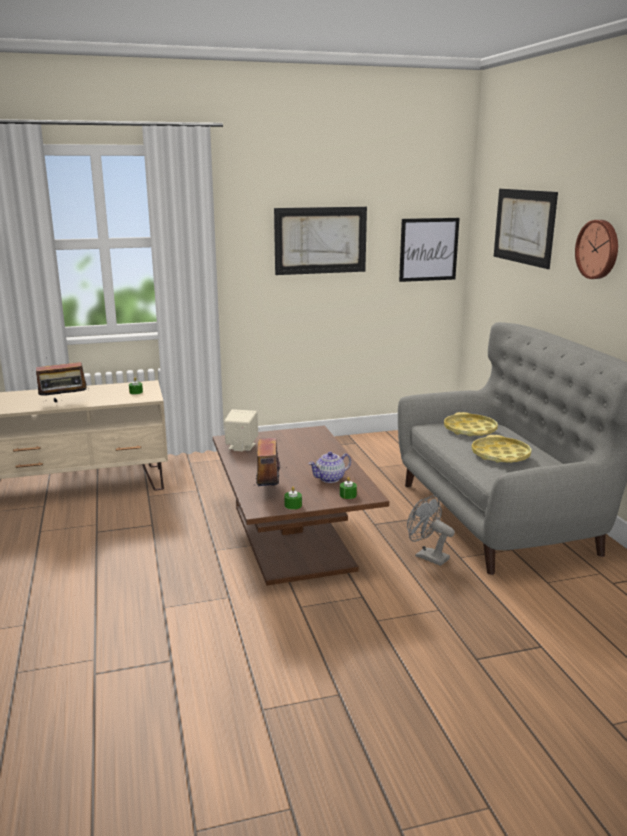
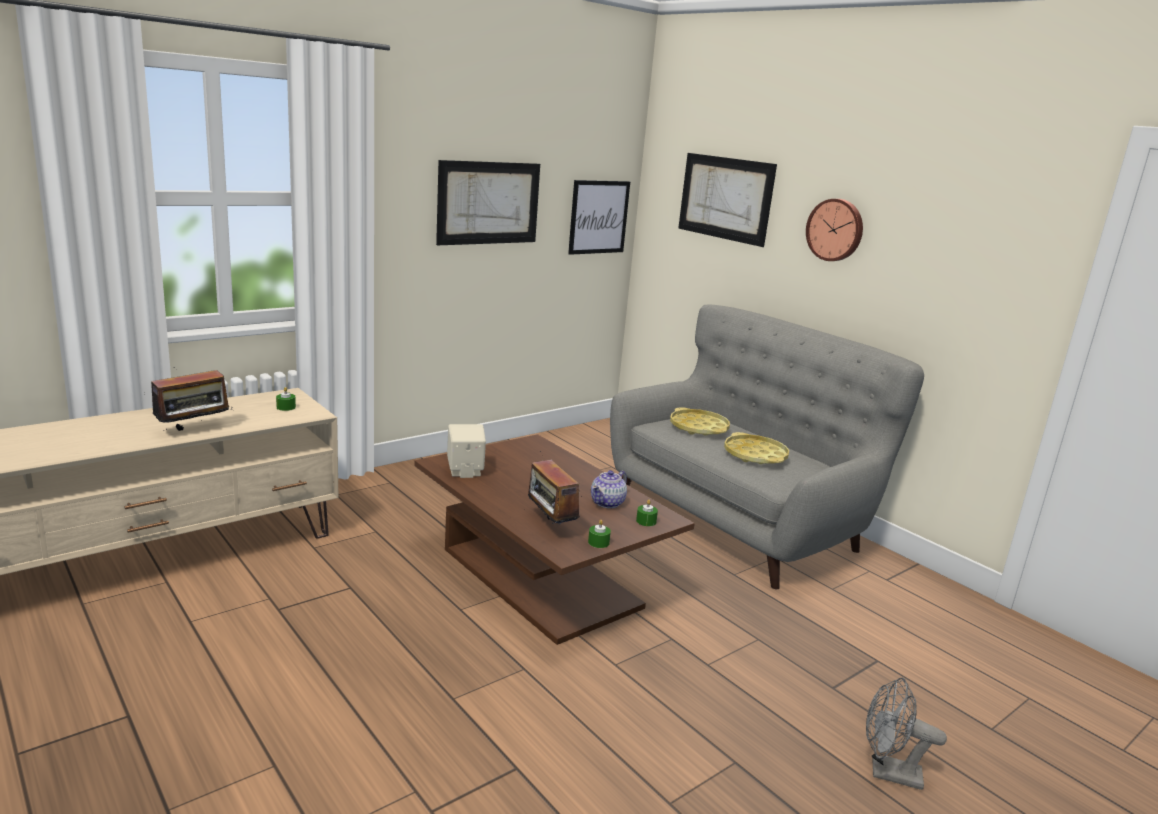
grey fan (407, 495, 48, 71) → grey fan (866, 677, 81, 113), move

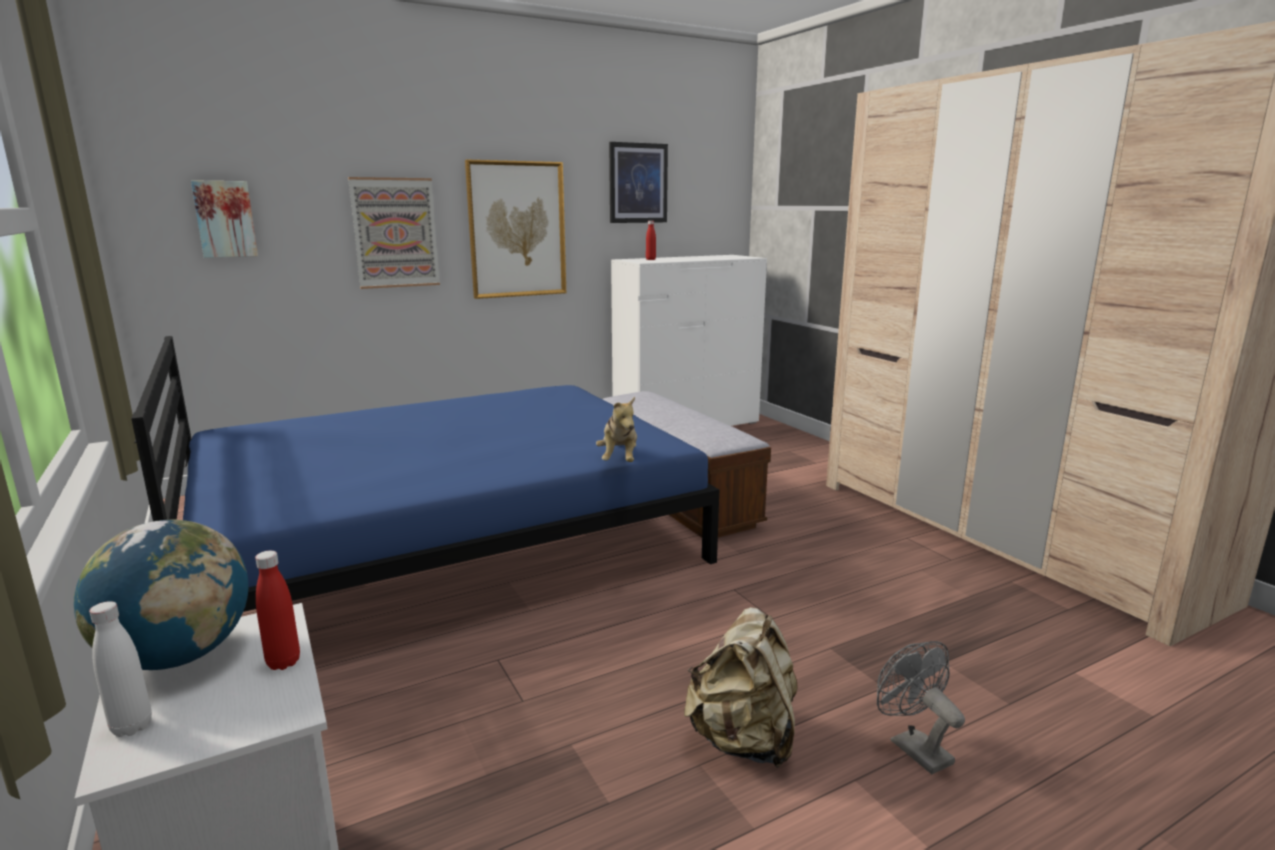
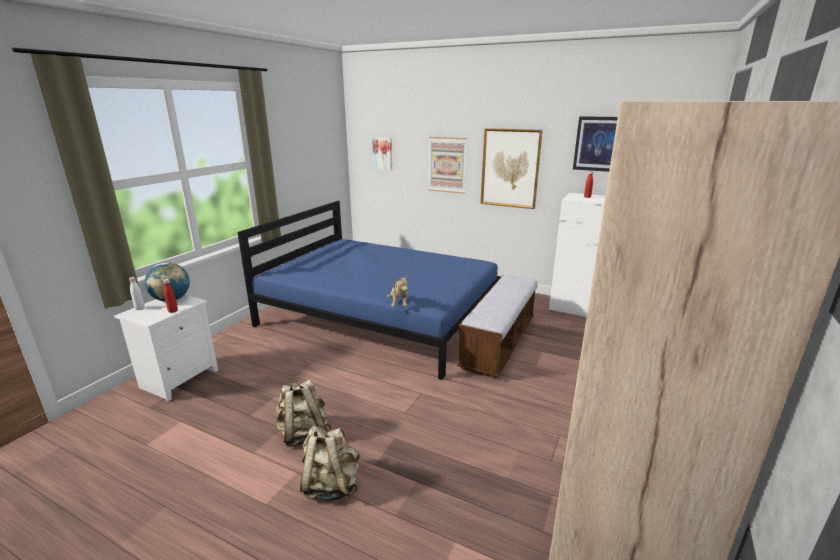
grey fan (877, 641, 88, 133) → beige backpack (300, 426, 60, 75)
plush toy (596, 397, 41, 65) → plush toy (387, 275, 21, 32), 60 degrees counterclockwise

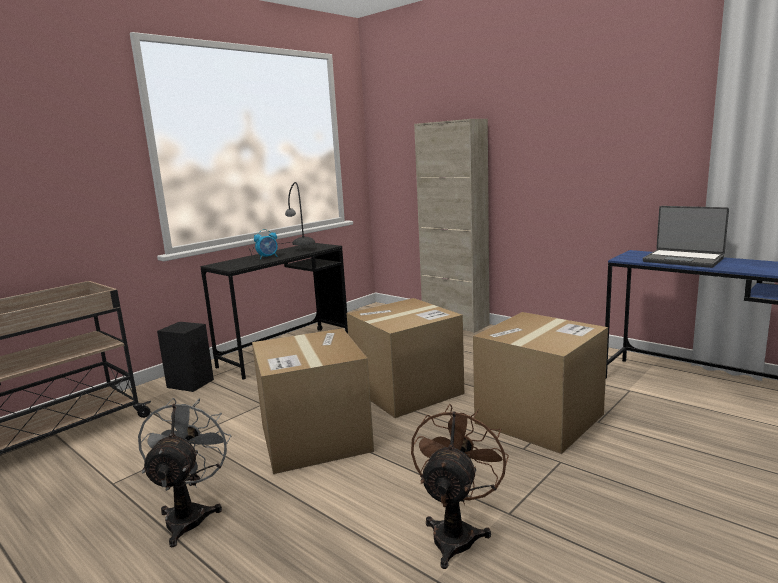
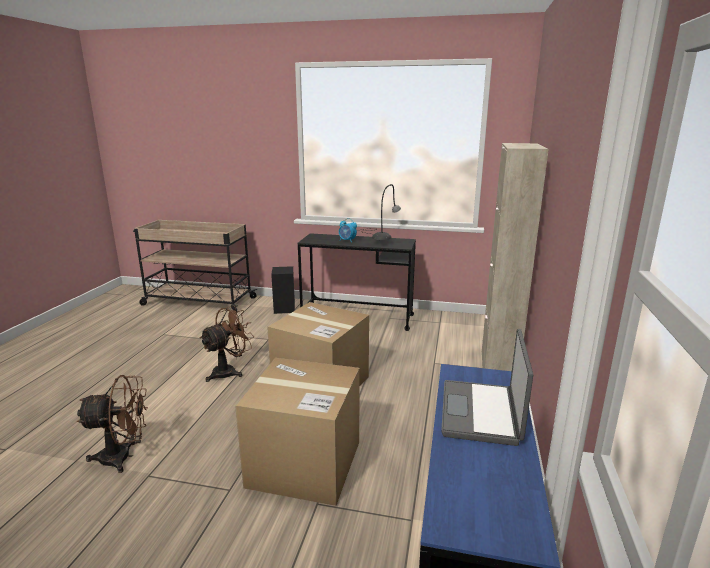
grey fan (138, 398, 93, 149) → -
cardboard box (252, 328, 122, 146) → brown fan (200, 305, 54, 77)

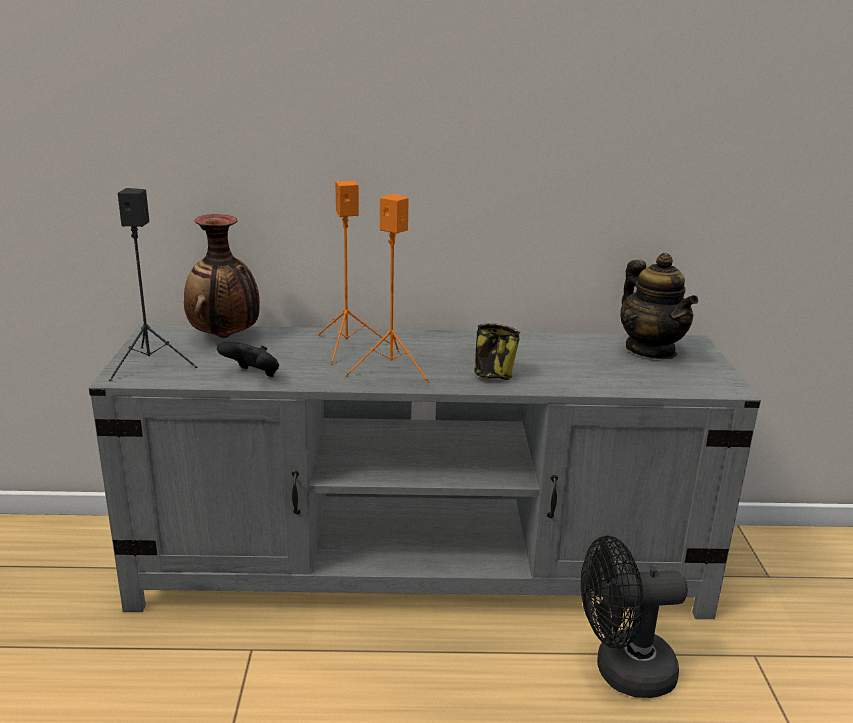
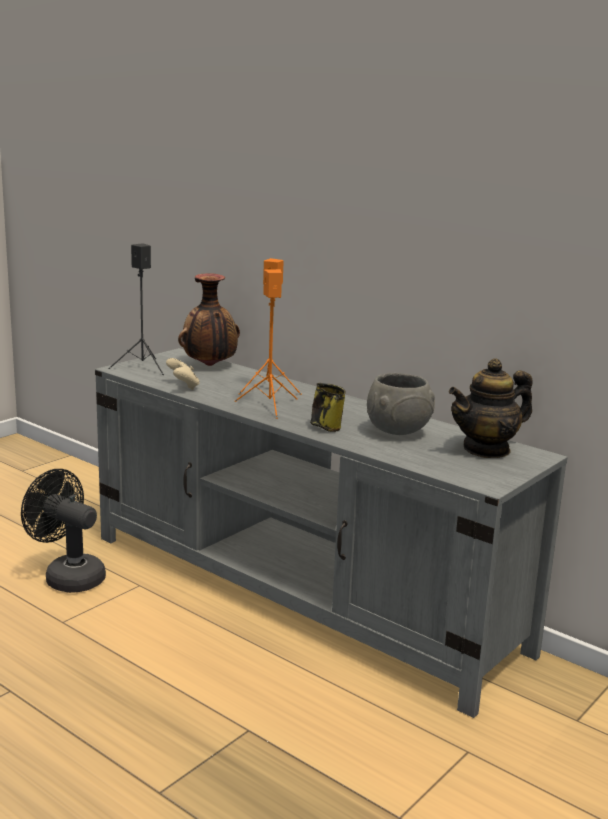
- → grey bowl (367, 373, 68, 62)
black fan (581, 535, 107, 163) → black fan (21, 469, 85, 124), move
black game controller (217, 341, 62, 36) → beige game controller (166, 358, 34, 32)
teapot (620, 253, 78, 106) → teapot (449, 358, 84, 100), 45 degrees clockwise

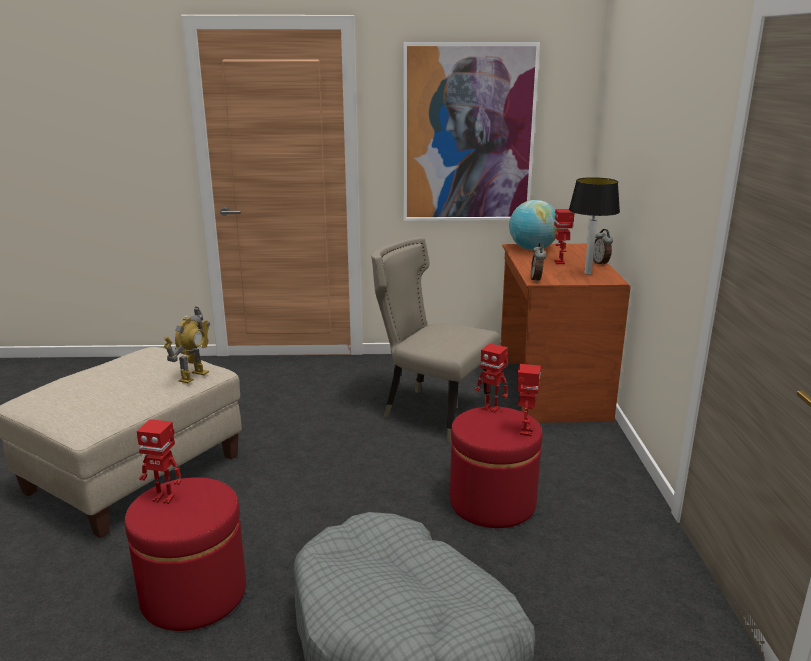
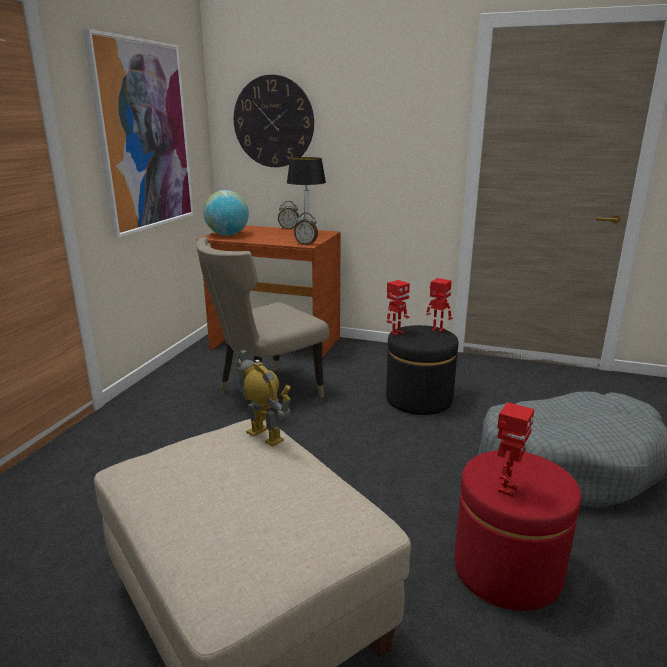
toy robot (554, 209, 20, 55) → -
- → wall clock (234, 74, 80, 93)
red ottoman (450, 406, 92, 122) → black ottoman (386, 325, 72, 90)

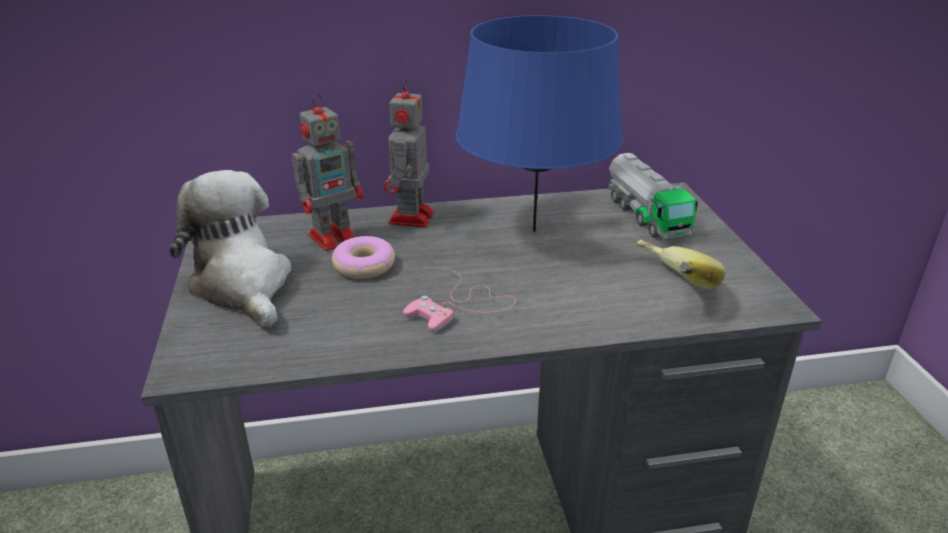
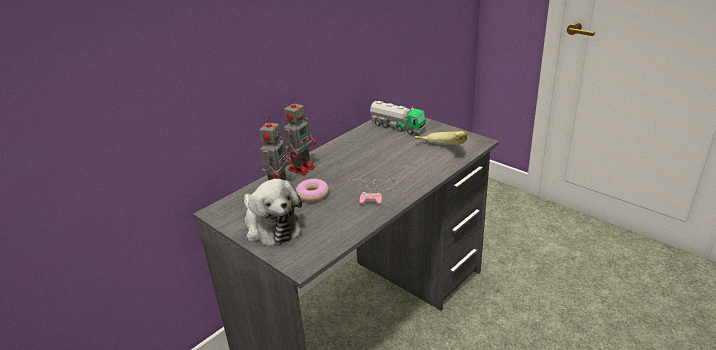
blue table lamp (456, 15, 167, 217) → -
plush toy (169, 170, 123, 158) → plush toy (244, 179, 58, 67), 150 degrees counterclockwise
toy robot (383, 78, 51, 150) → toy robot (284, 97, 32, 78), 120 degrees counterclockwise

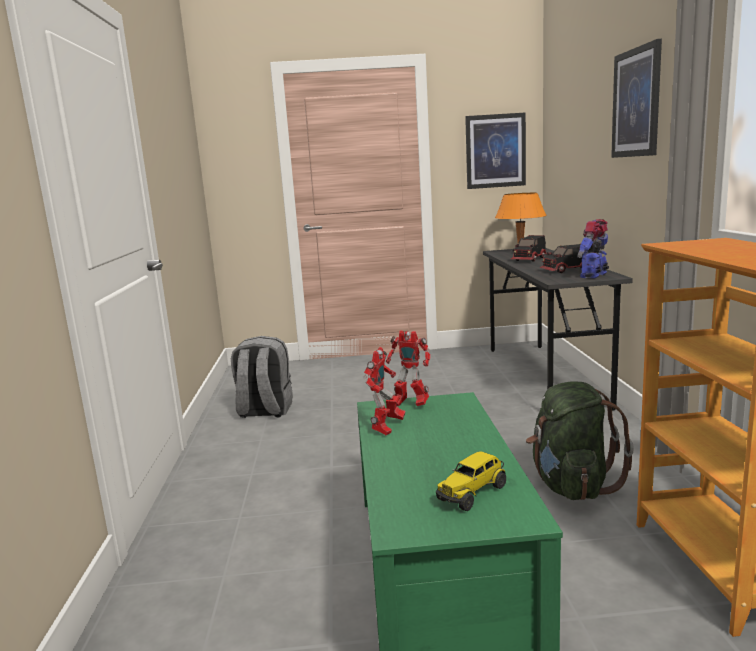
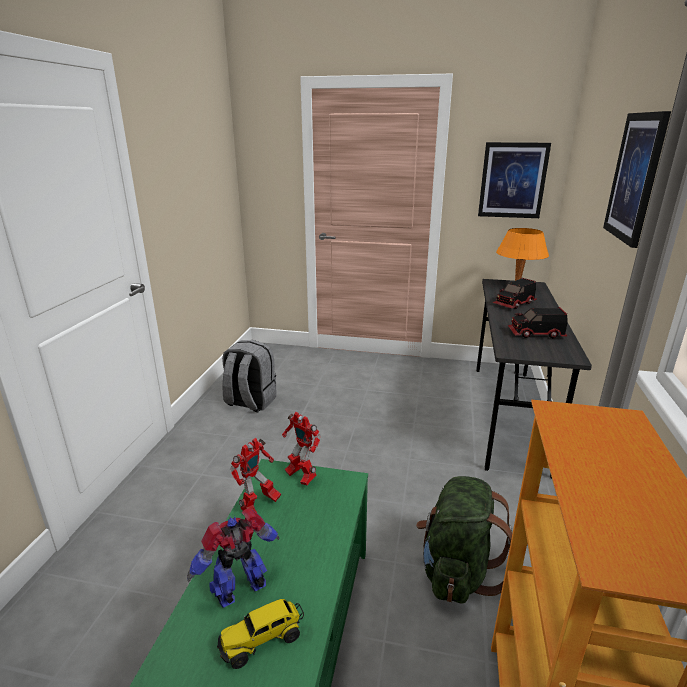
toy robot (577, 219, 32, 59) → toy robot (187, 509, 93, 99), move

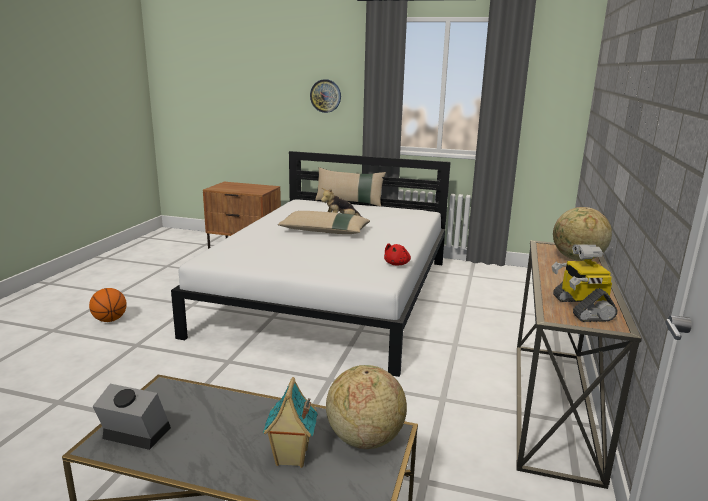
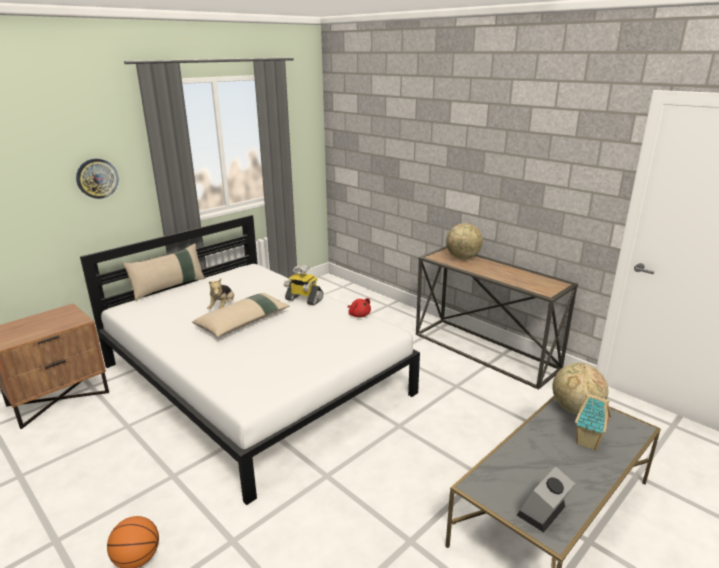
toy robot (552, 244, 65, 78) → toy robot (284, 264, 39, 41), move

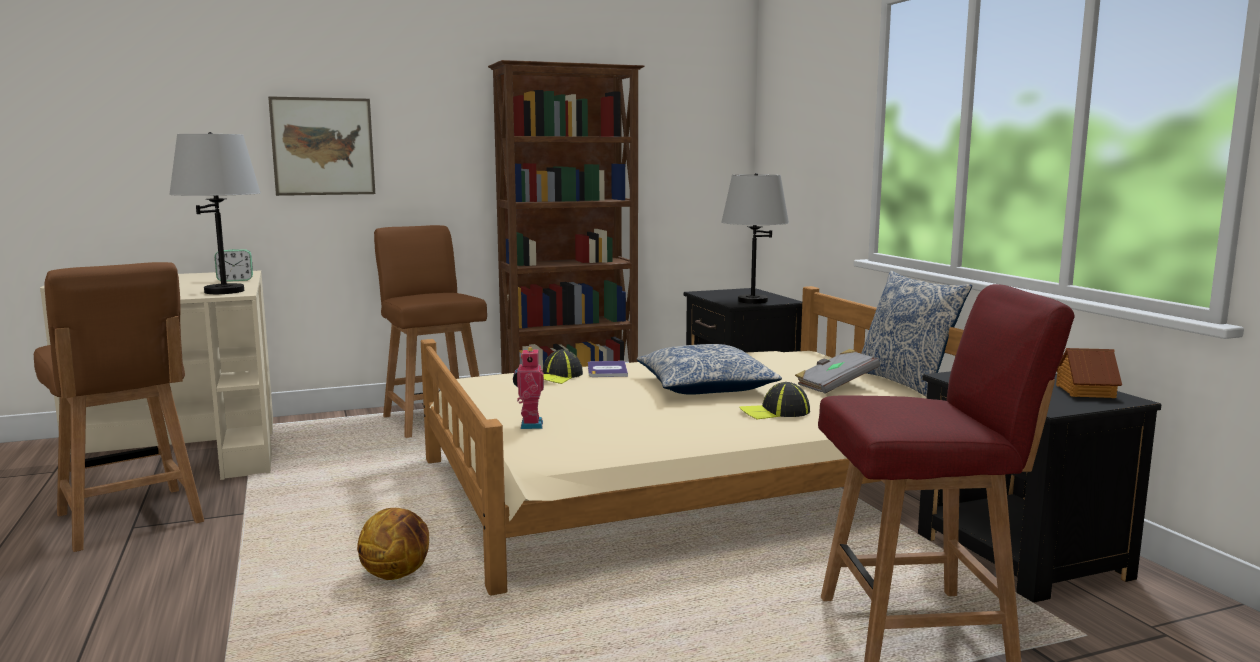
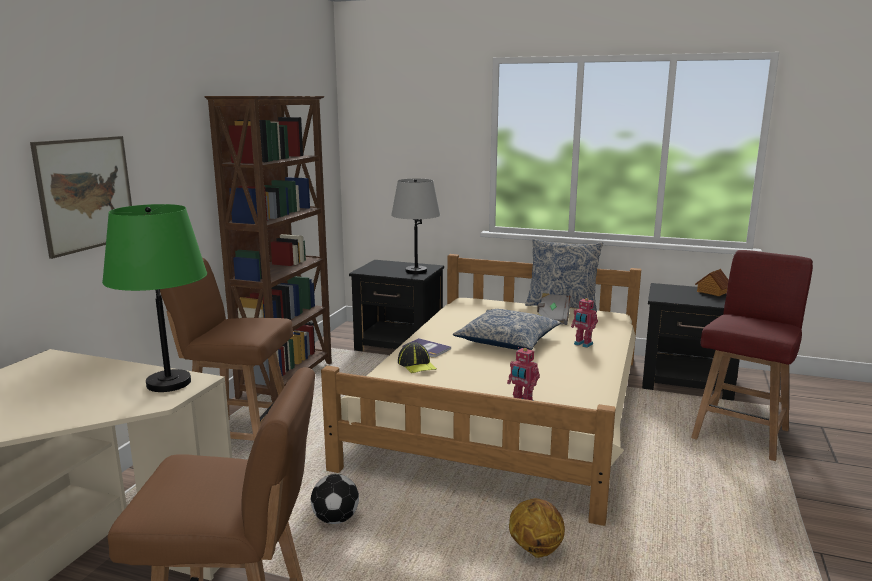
alarm clock (214, 249, 39, 33) → -
- → football (311, 474, 48, 50)
cap (739, 382, 71, 37) → toy robot (571, 298, 27, 50)
grey table lamp (169, 132, 91, 162) → green table lamp (102, 204, 105, 188)

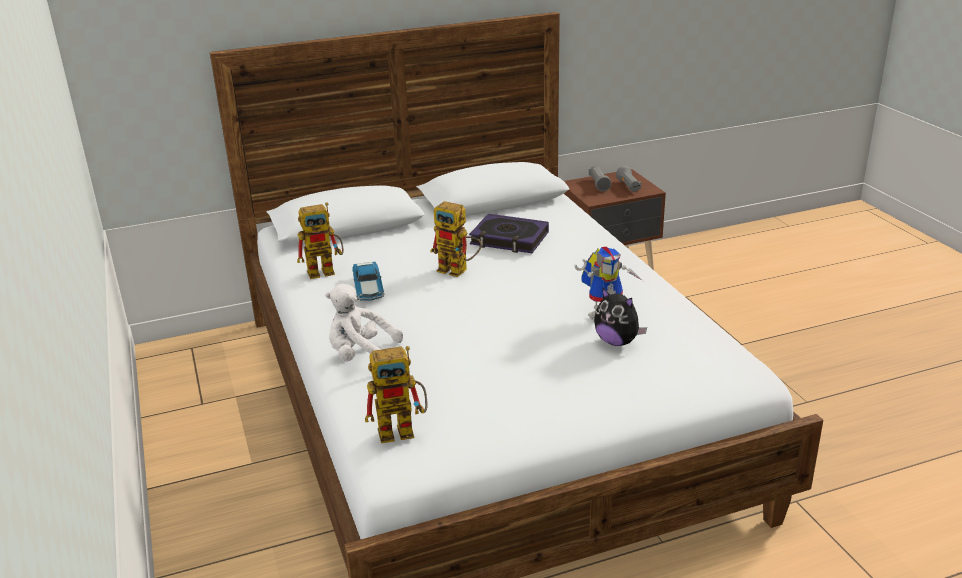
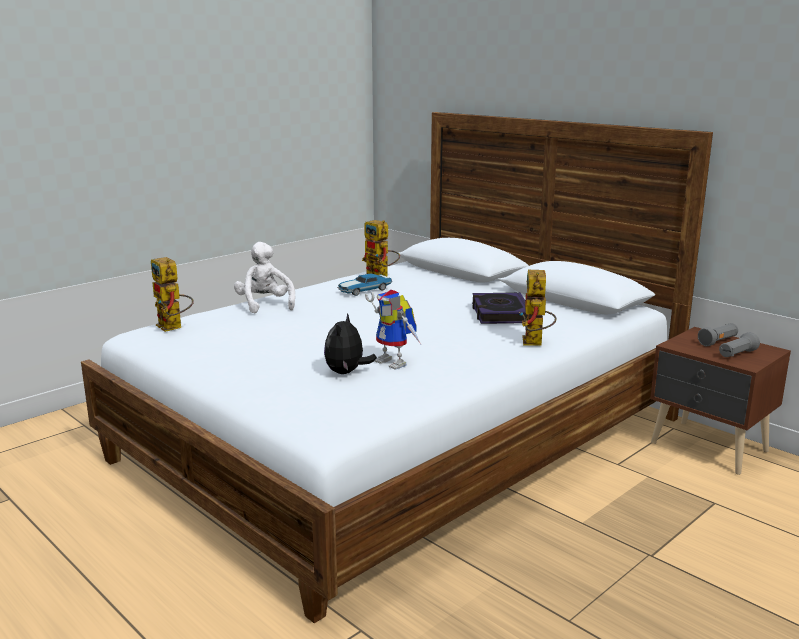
toy robot (430, 201, 52, 76) → toy robot (519, 270, 37, 75), move

